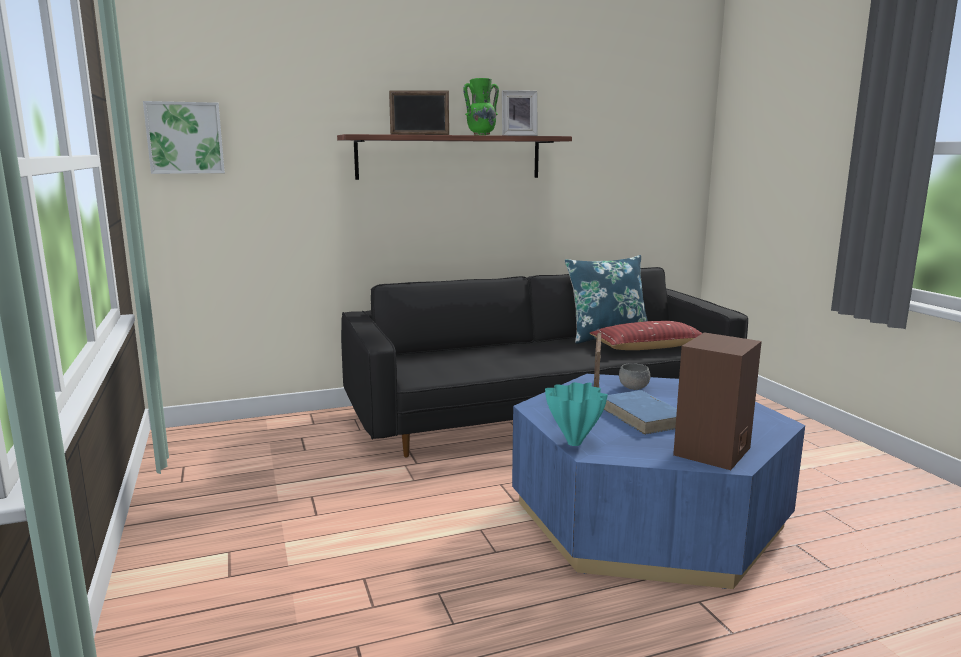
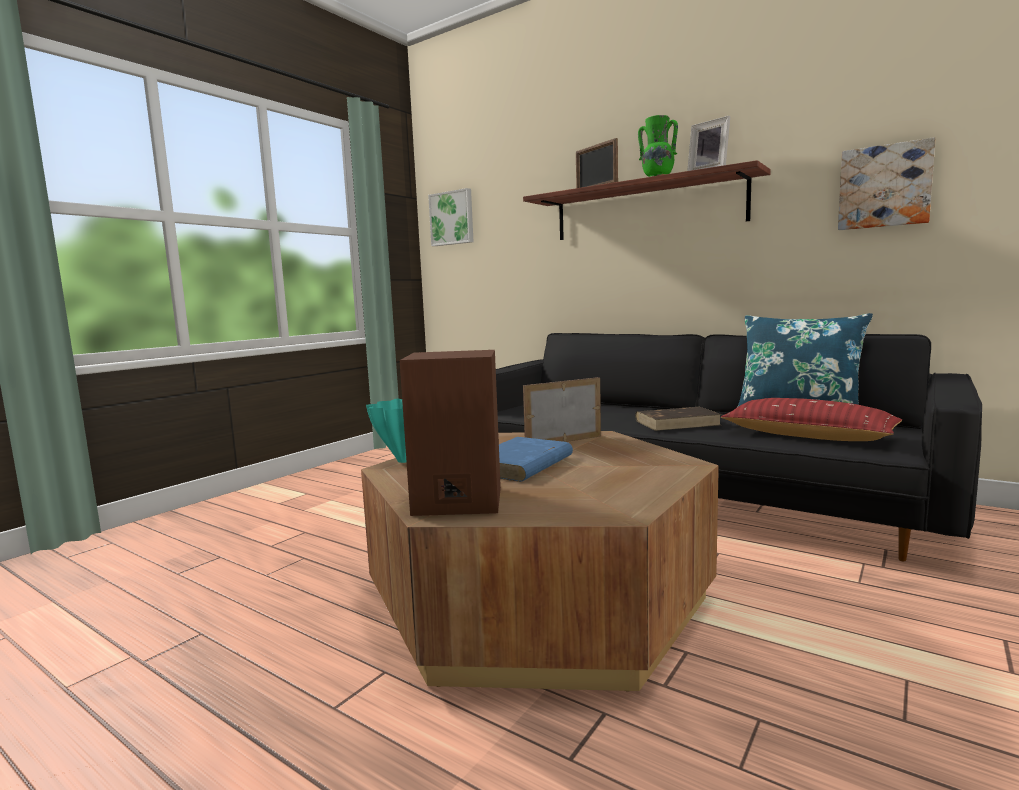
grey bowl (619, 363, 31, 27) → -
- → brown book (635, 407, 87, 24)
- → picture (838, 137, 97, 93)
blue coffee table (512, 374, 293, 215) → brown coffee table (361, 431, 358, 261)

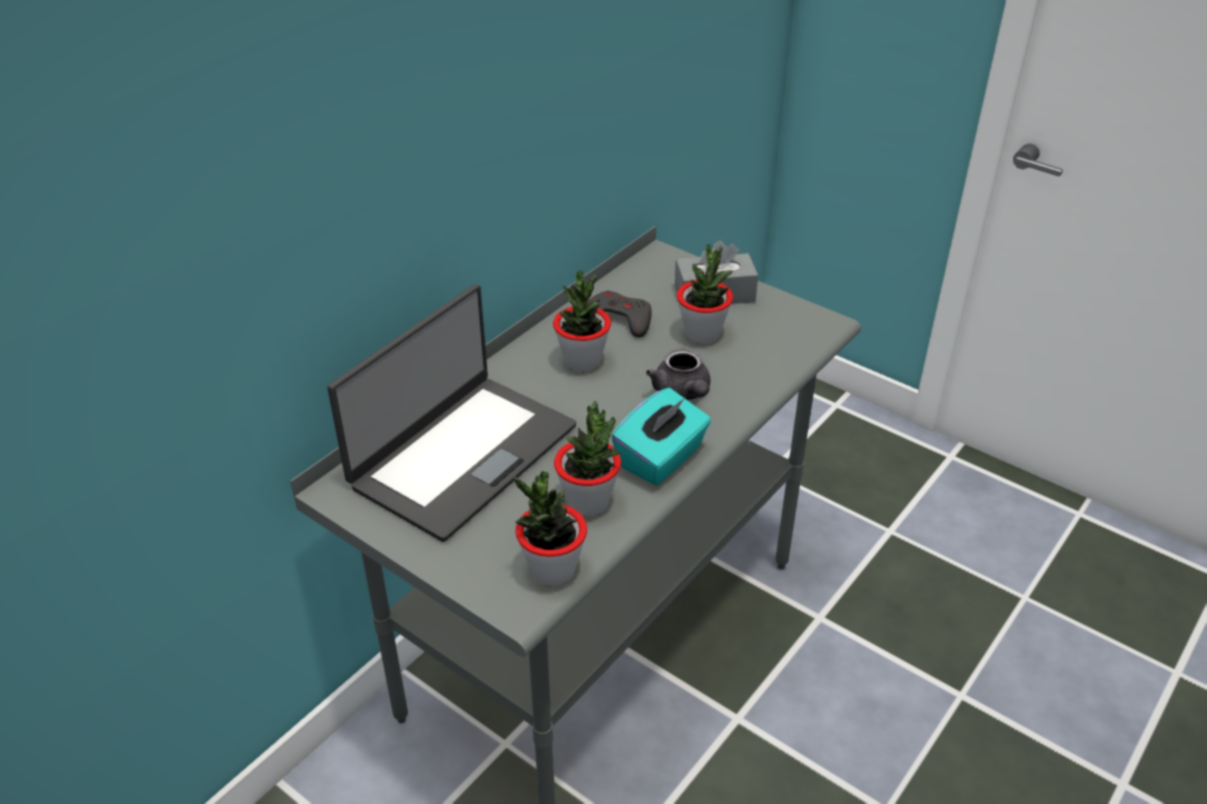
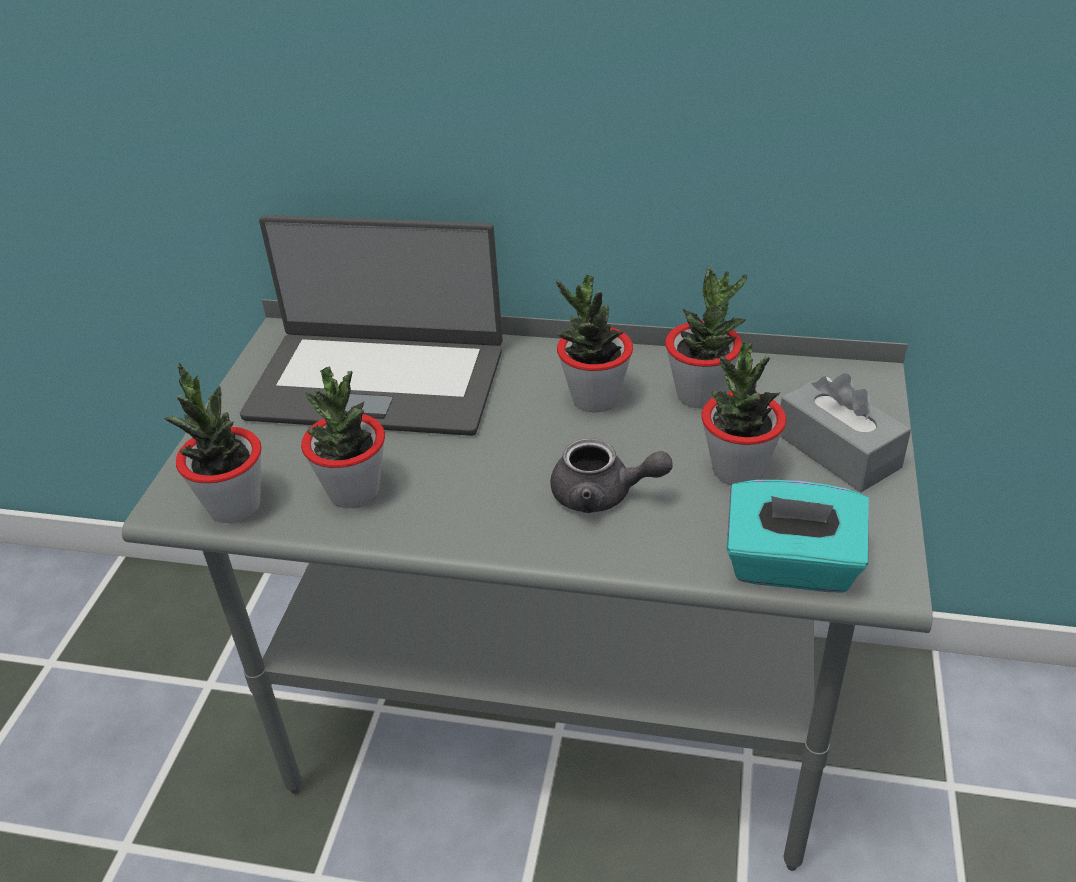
turquoise tissue box (611, 388, 100, 98) → turquoise tissue box (727, 480, 142, 113), move
grey game controller (587, 290, 65, 47) → potted plant (665, 267, 82, 142)
grey teapot (646, 348, 65, 52) → grey teapot (550, 438, 123, 75), 120 degrees counterclockwise

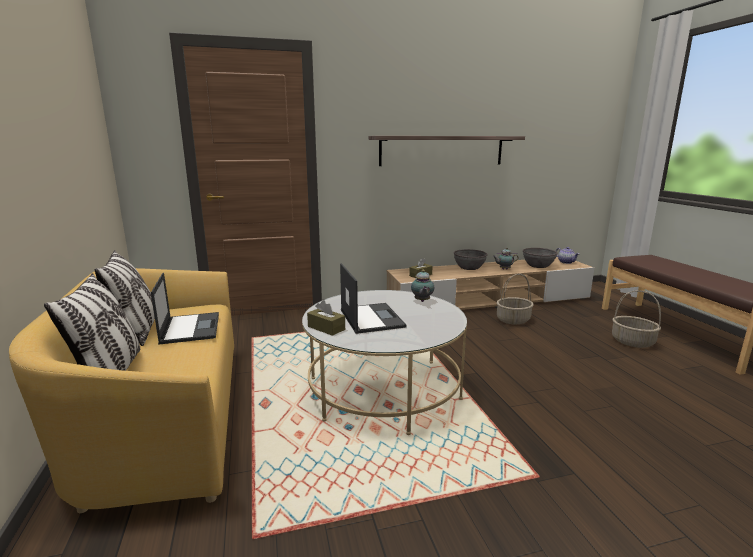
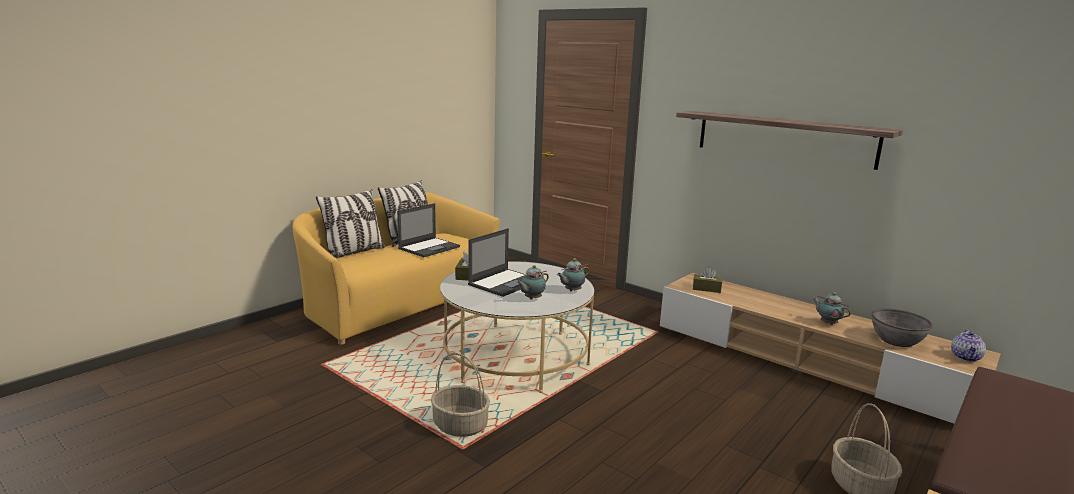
grey bowl (454, 249, 34, 21) → -
- → teapot (517, 265, 32, 35)
basket (497, 273, 37, 51) → basket (431, 353, 59, 84), move

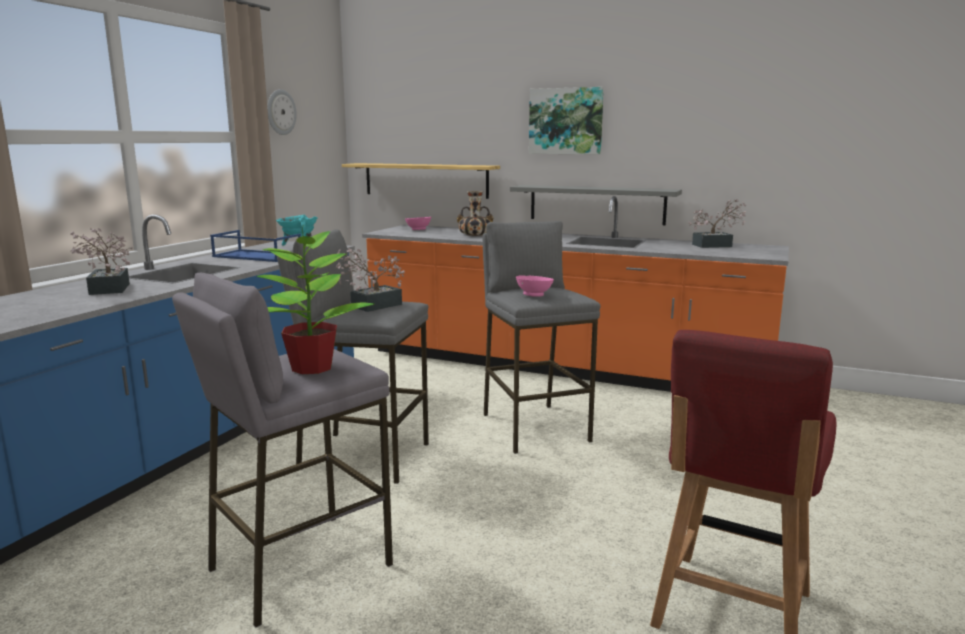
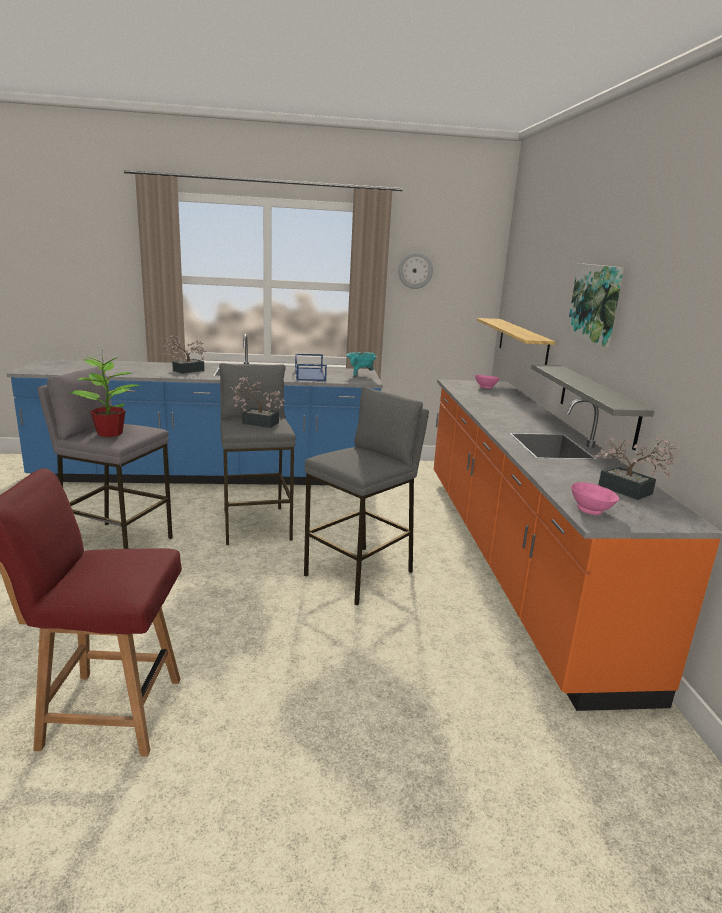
vase (456, 191, 38, 45) → -
pink bowl (516, 275, 38, 22) → pink bowl (571, 482, 48, 33), move

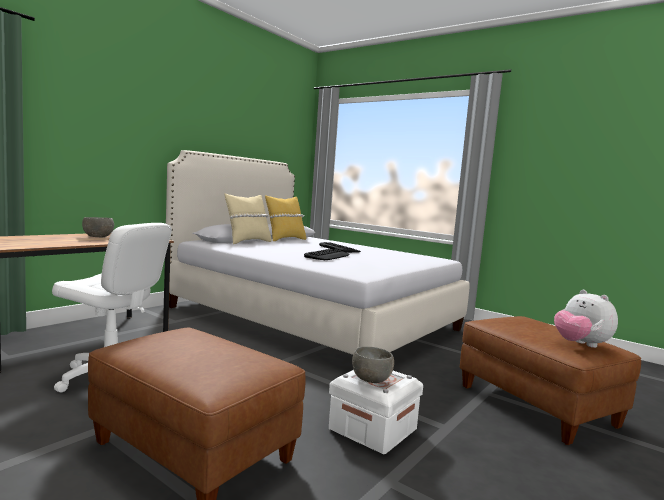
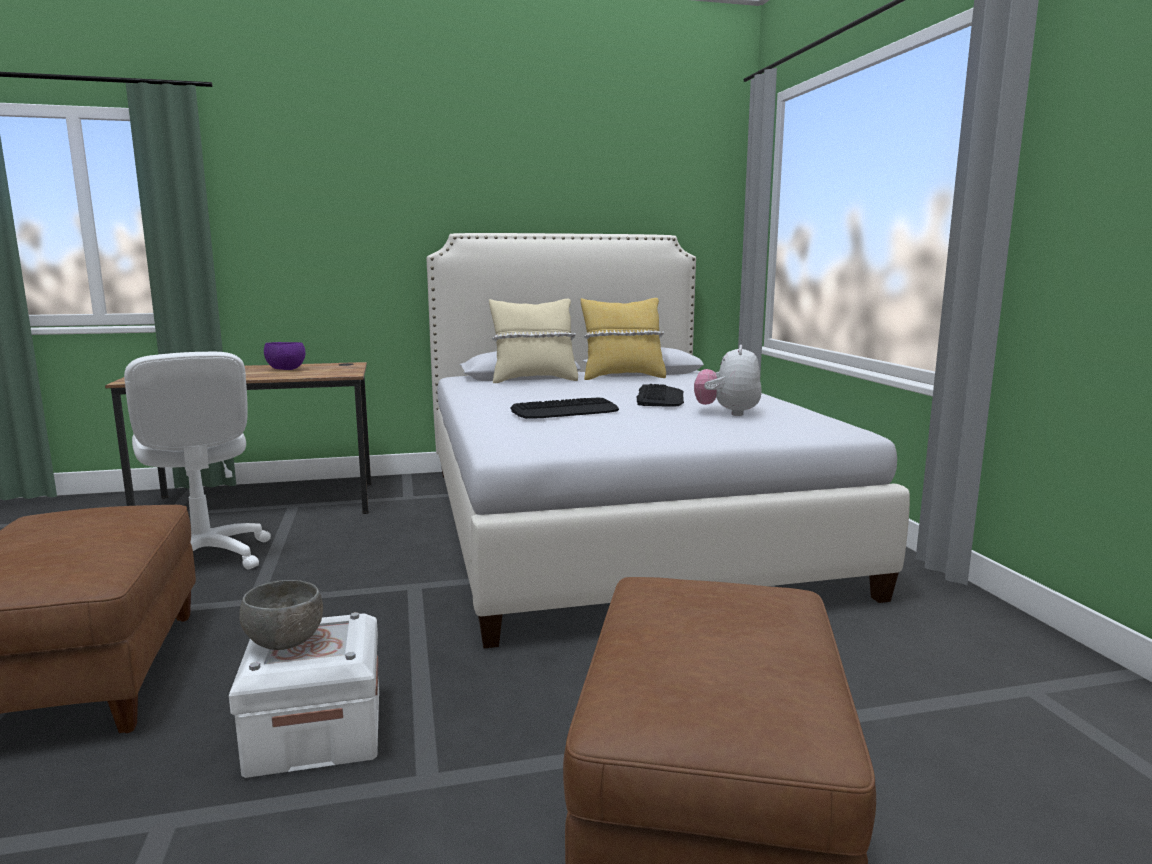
plush toy (554, 290, 64, 58) → plush toy (694, 345, 68, 71), move
grey bowl (82, 217, 32, 20) → purple bowl (264, 342, 41, 28)

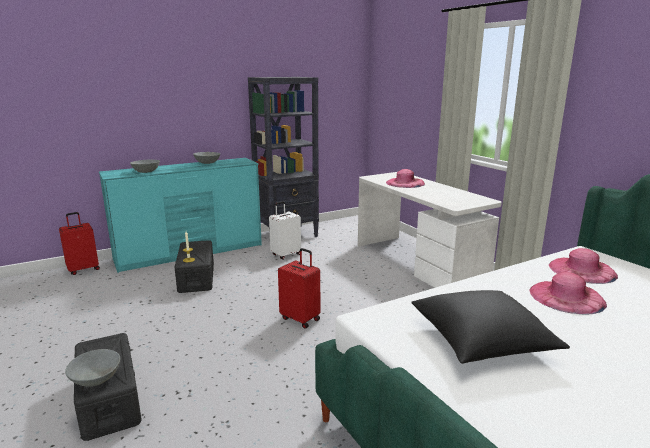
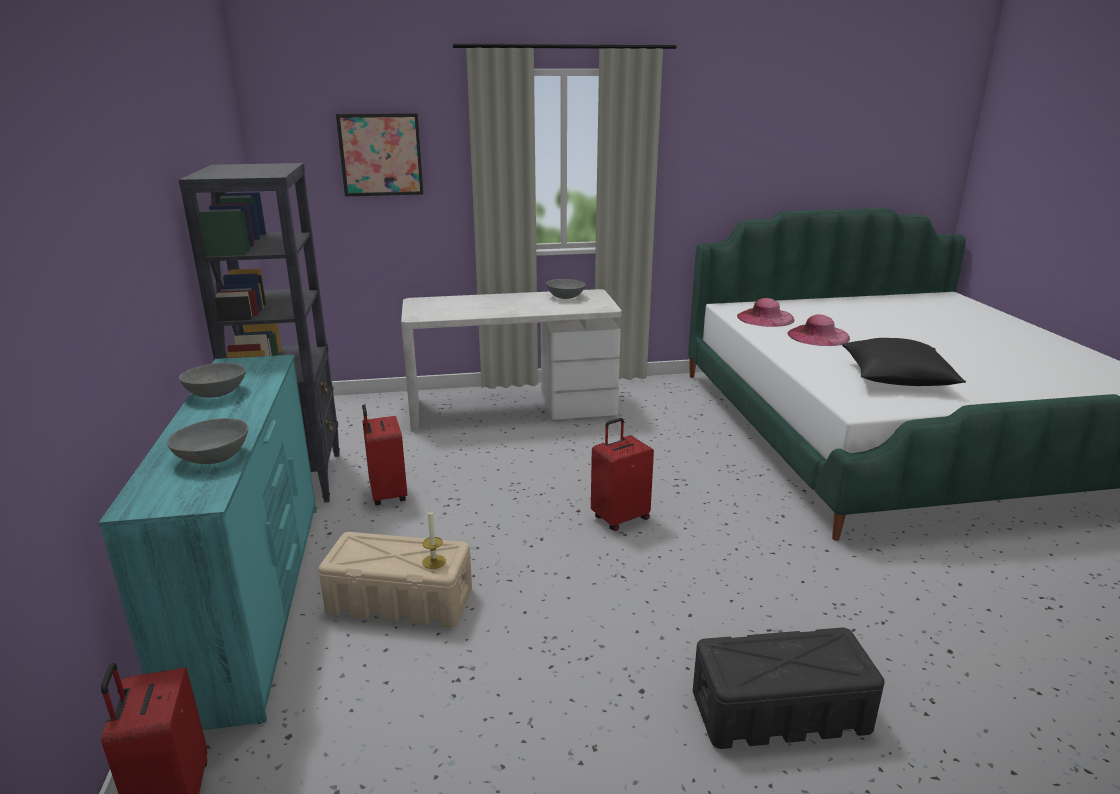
pink hat (386, 169, 39, 19) → -
- → picture (336, 113, 87, 83)
grey bowl (65, 349, 55, 38) → grey bowl (546, 279, 40, 20), move
black storage box (174, 240, 40, 53) → beige storage box (318, 532, 154, 95)
white suitcase (269, 201, 32, 59) → red suitcase (362, 404, 45, 101)

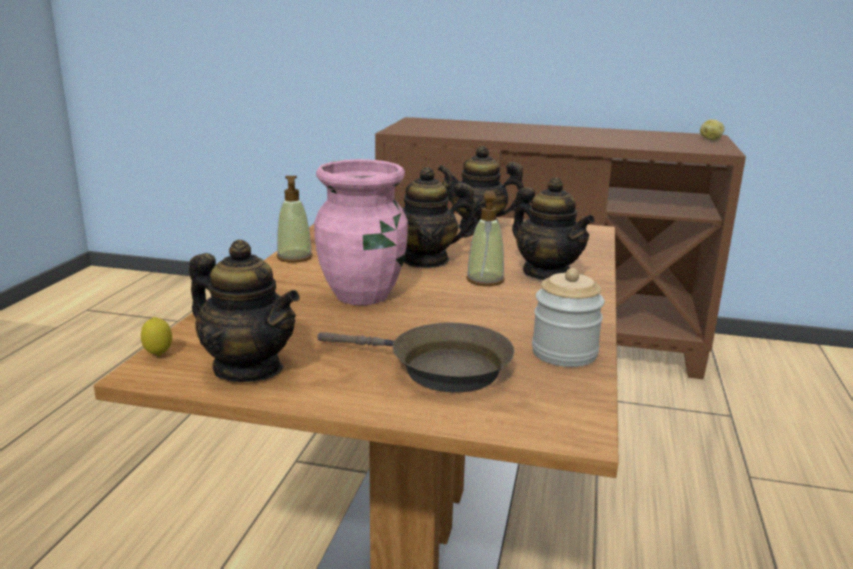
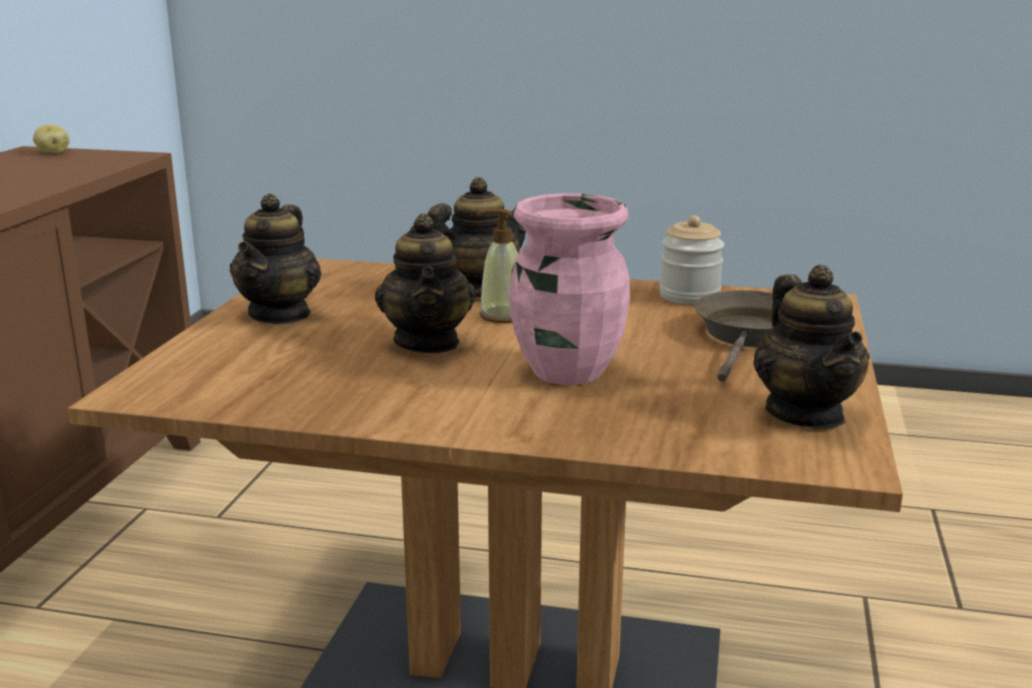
lemon (141, 317, 31, 39) → -
soap dispenser (277, 176, 36, 87) → -
teapot (189, 240, 111, 142) → teapot (753, 265, 116, 164), 135 degrees clockwise

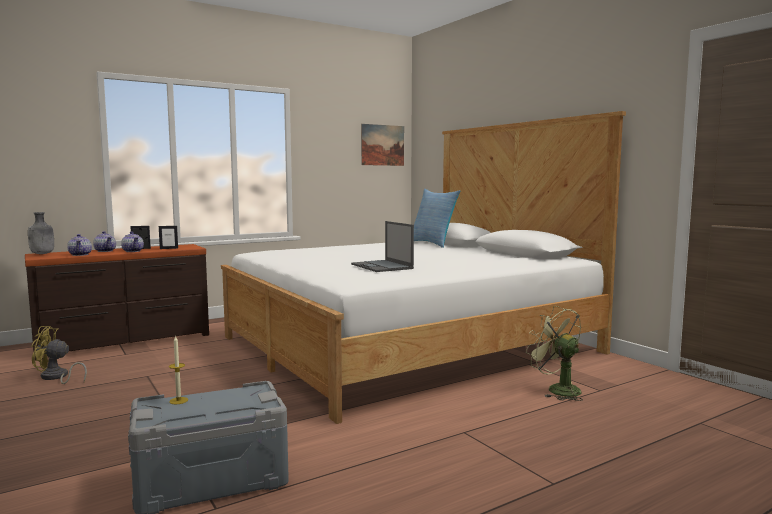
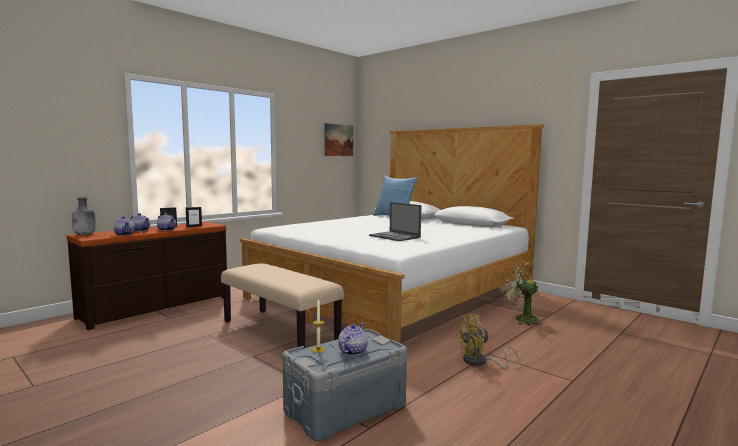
- → beige bench (221, 263, 123, 86)
- → teapot (338, 323, 30, 33)
yellow fan (31, 326, 56, 58) → yellow fan (455, 314, 64, 54), move

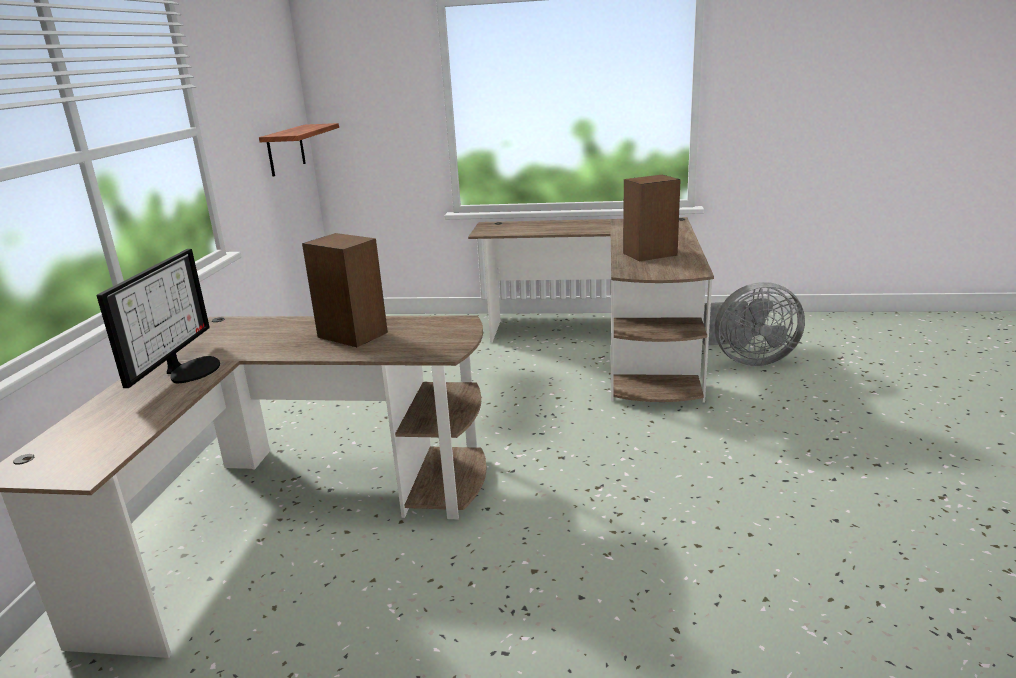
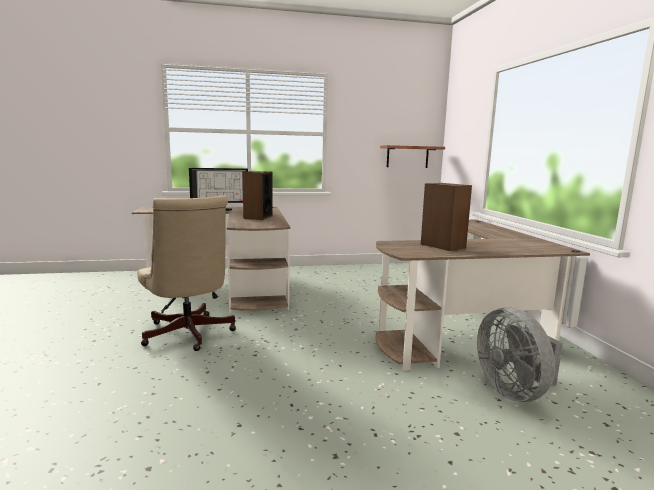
- → beige office chair (137, 195, 99, 156)

